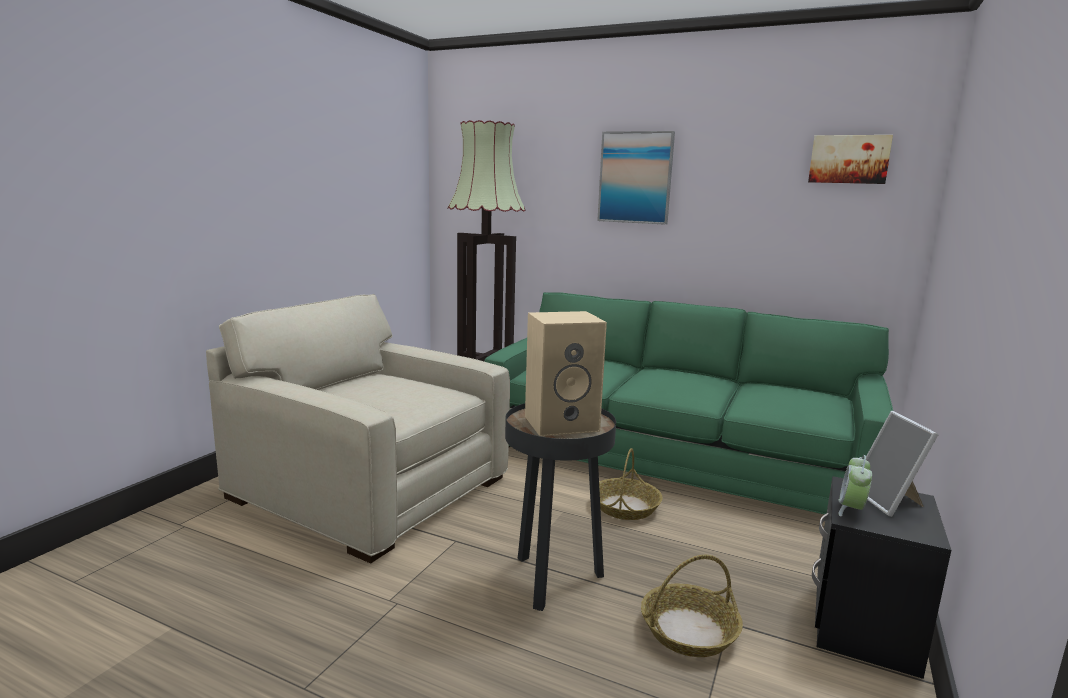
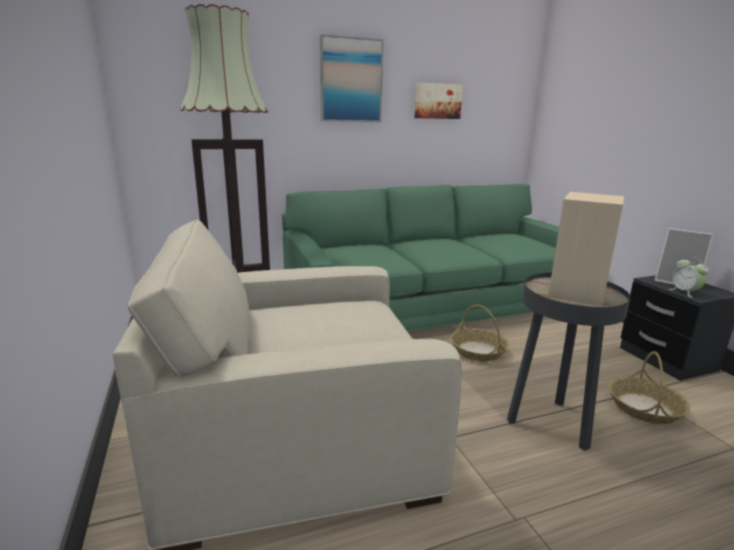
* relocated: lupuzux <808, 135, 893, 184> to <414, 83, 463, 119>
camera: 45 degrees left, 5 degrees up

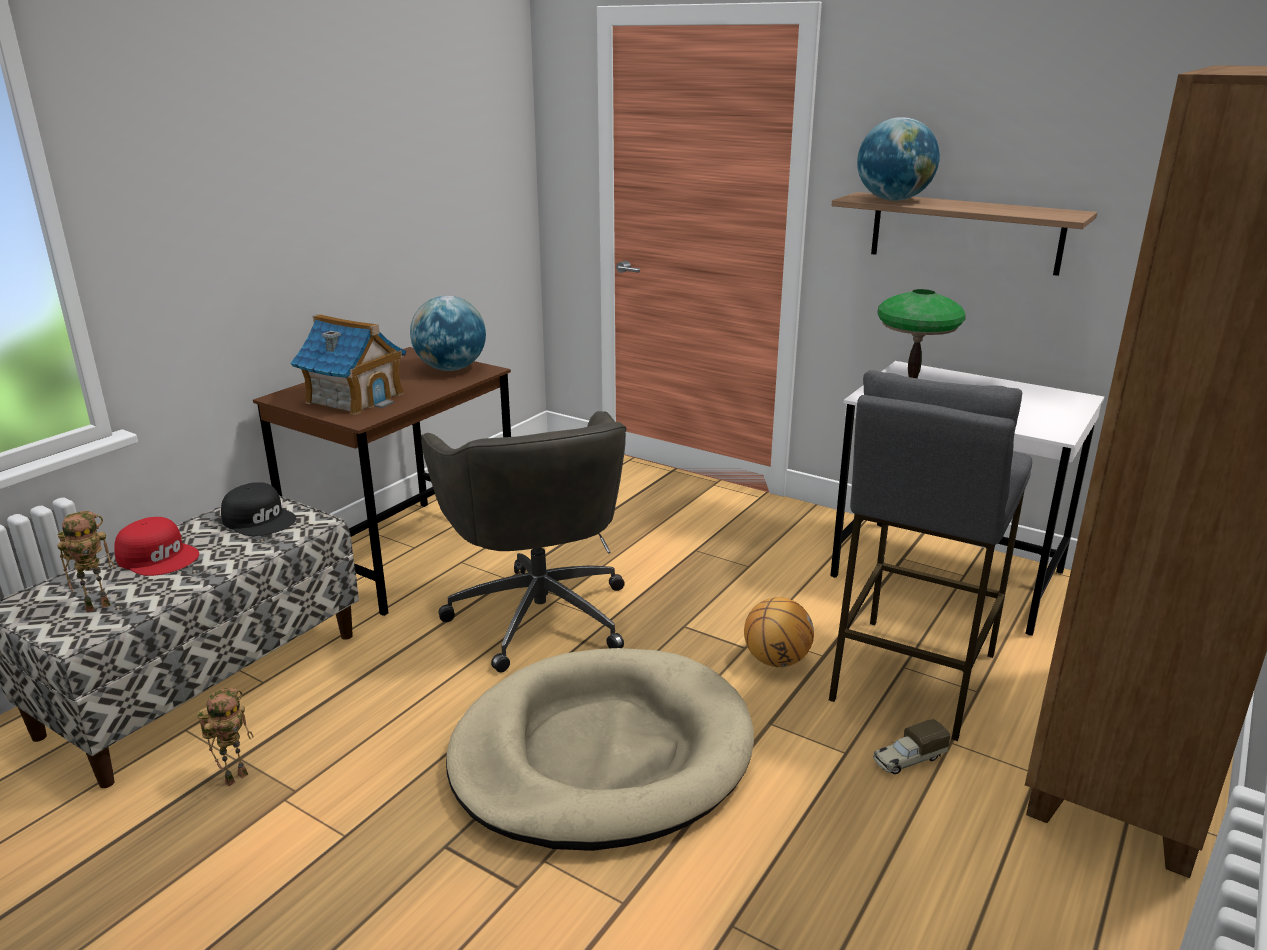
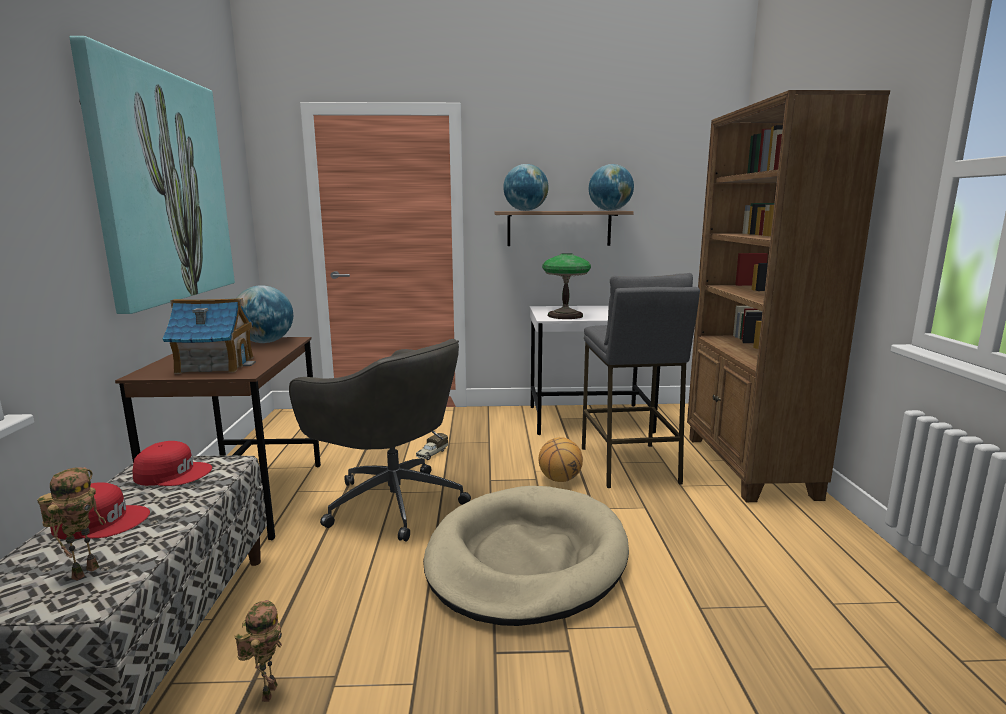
* appeared: lupuzux <69, 36, 235, 314>
* colour: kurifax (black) <221, 482, 296, 536> to kurifax (red) <133, 441, 212, 486>
* relocated: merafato <873, 719, 950, 774> to <416, 433, 448, 460>
* appeared: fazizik <589, 164, 634, 211>
camera: 35 degrees left, 10 degrees down

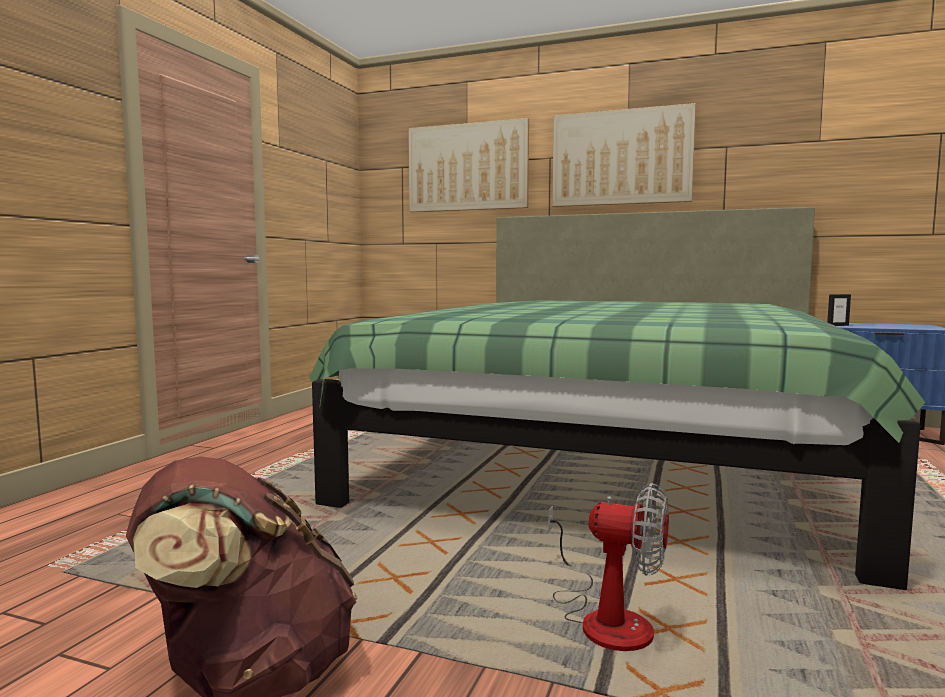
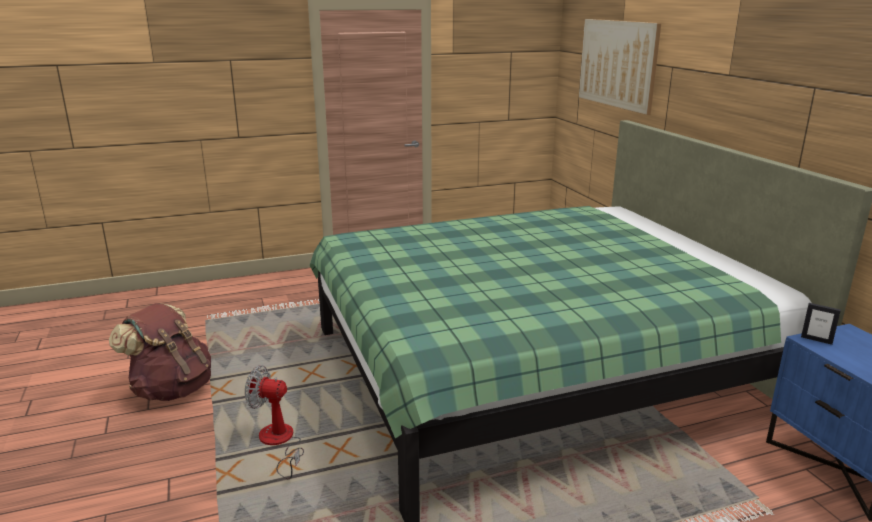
* spun: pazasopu <548, 483, 669, 651> = <245, 365, 304, 479> 120 degrees clockwise
* missing: lupuzux <552, 103, 696, 207>
camera: 50 degrees right, 15 degrees up

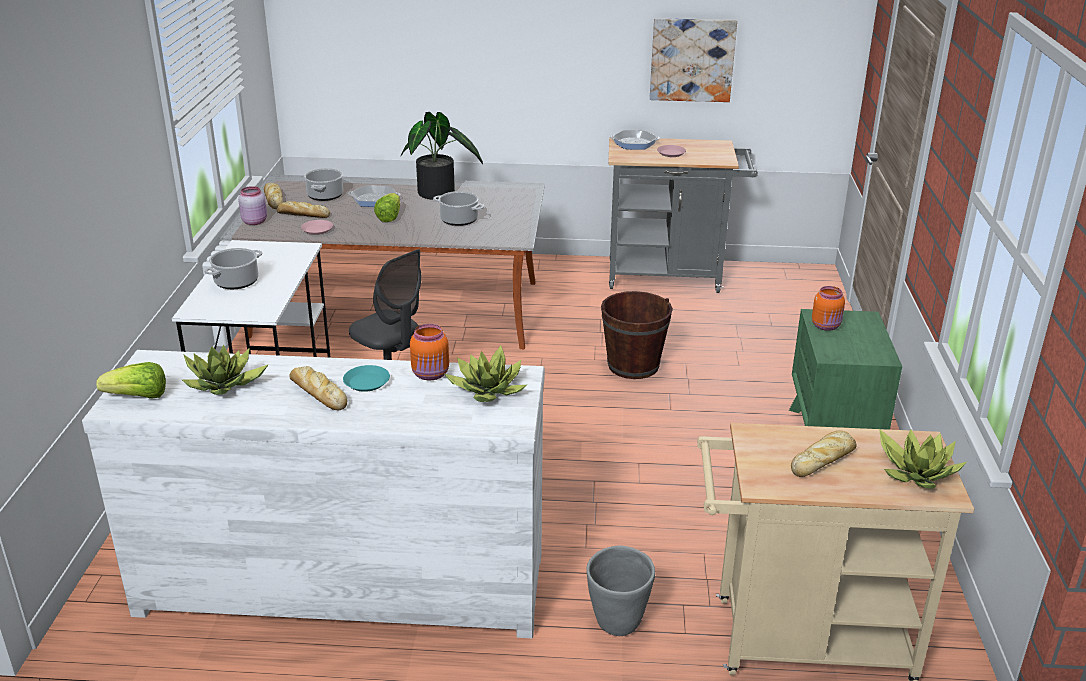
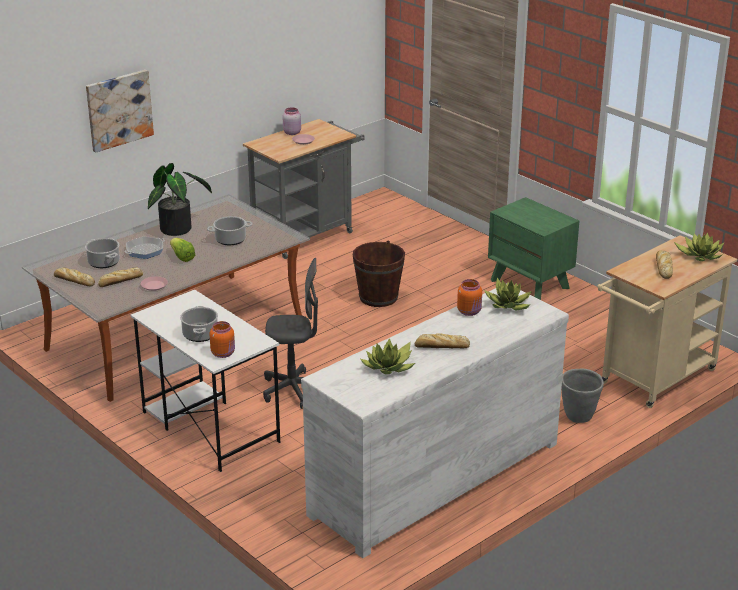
* relocated: lupuzux <650, 18, 737, 102> to <86, 70, 154, 153>
* relocated: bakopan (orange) <812, 286, 845, 331> to <209, 321, 235, 358>
* relocated: bakopan (pink) <238, 186, 267, 225> to <283, 107, 301, 135>
* missing: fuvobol <96, 362, 166, 399>
* missing: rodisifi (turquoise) <343, 365, 390, 392>
* missing: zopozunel <610, 130, 660, 150>
camera: 45 degrees left, 0 degrees up

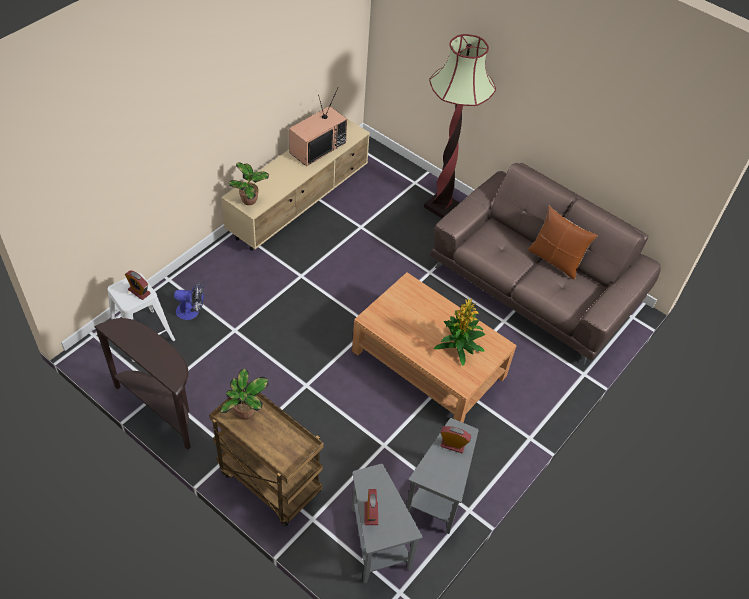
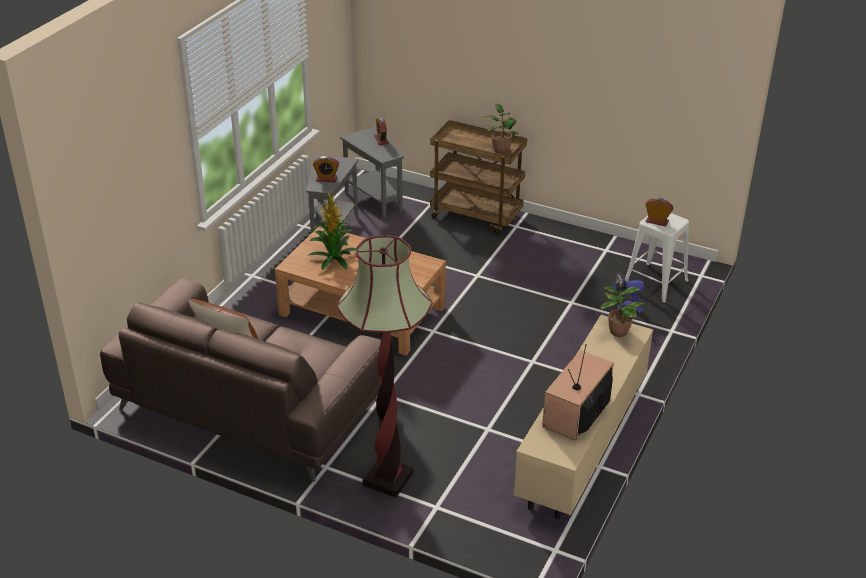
* missing: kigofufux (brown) <94, 318, 191, 450>
camera: 170 degrees right, 15 degrees down

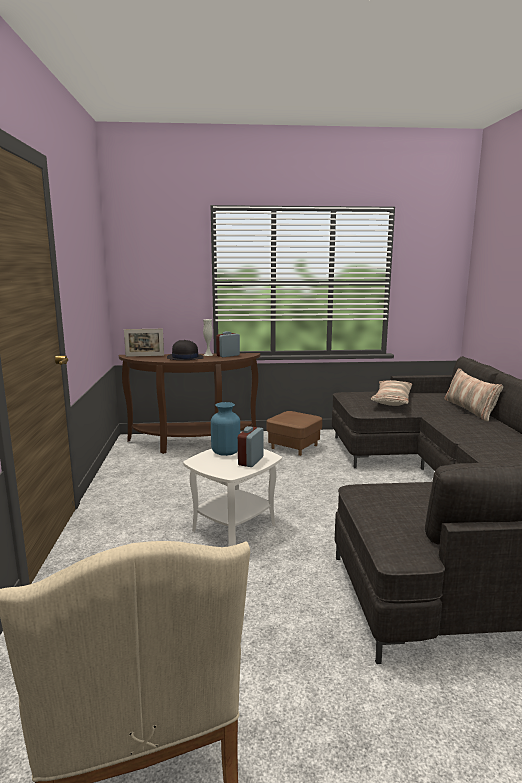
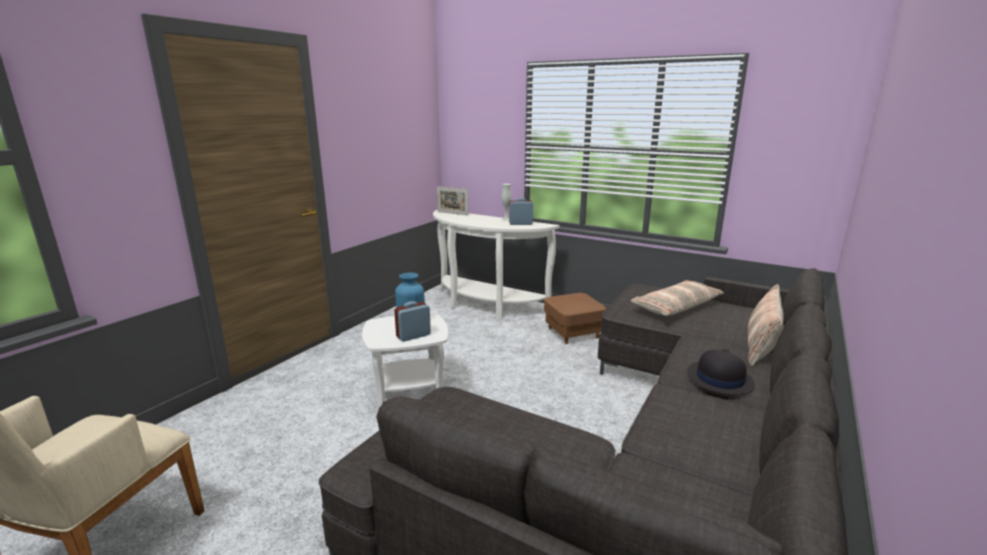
* colour: kigofufux (brown) <119, 353, 260, 454> to kigofufux (white) <433, 210, 560, 319>
* relocated: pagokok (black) <167, 340, 204, 360> to <687, 349, 755, 395>
camera: 35 degrees right, 5 degrees up

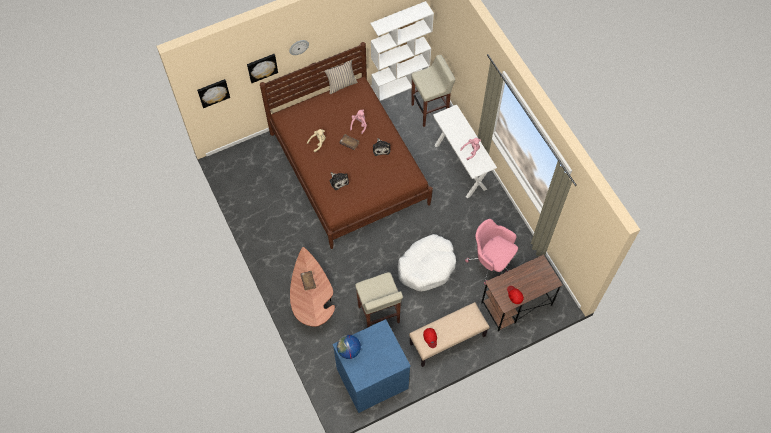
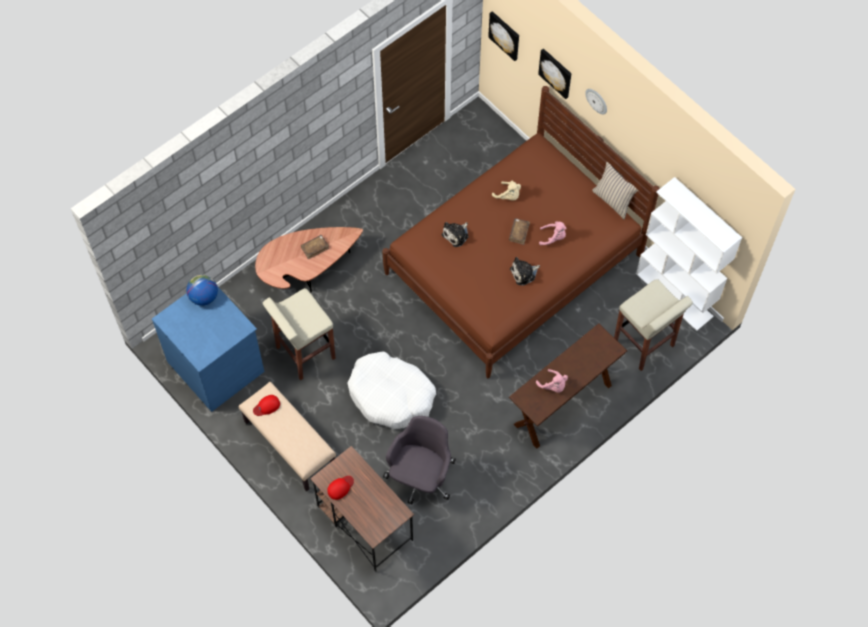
* colour: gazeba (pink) <465, 219, 518, 285> to gazeba (grey) <383, 416, 456, 504>
* colour: kigofufux (white) <433, 105, 497, 198> to kigofufux (brown) <509, 323, 627, 448>
camera: 75 degrees right, 0 degrees up

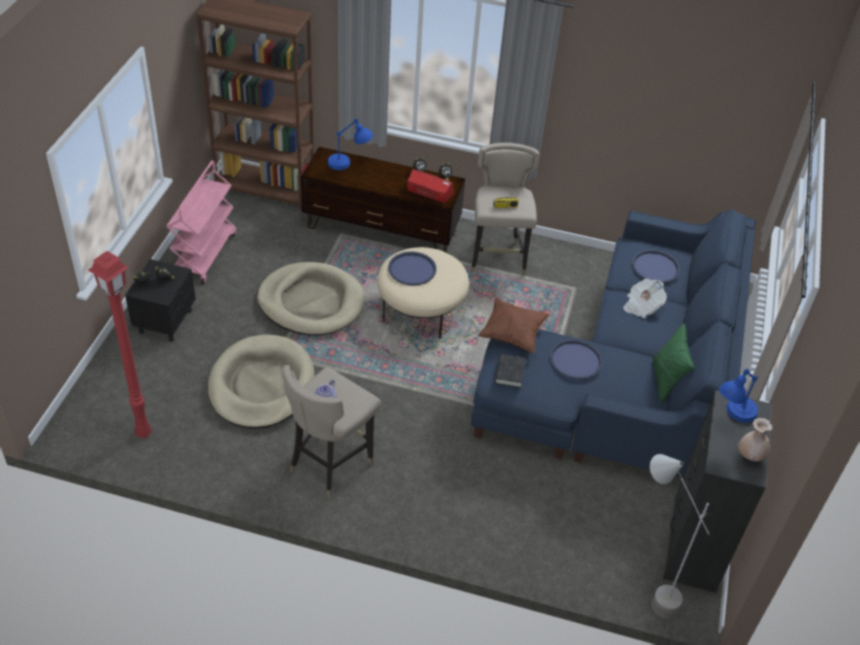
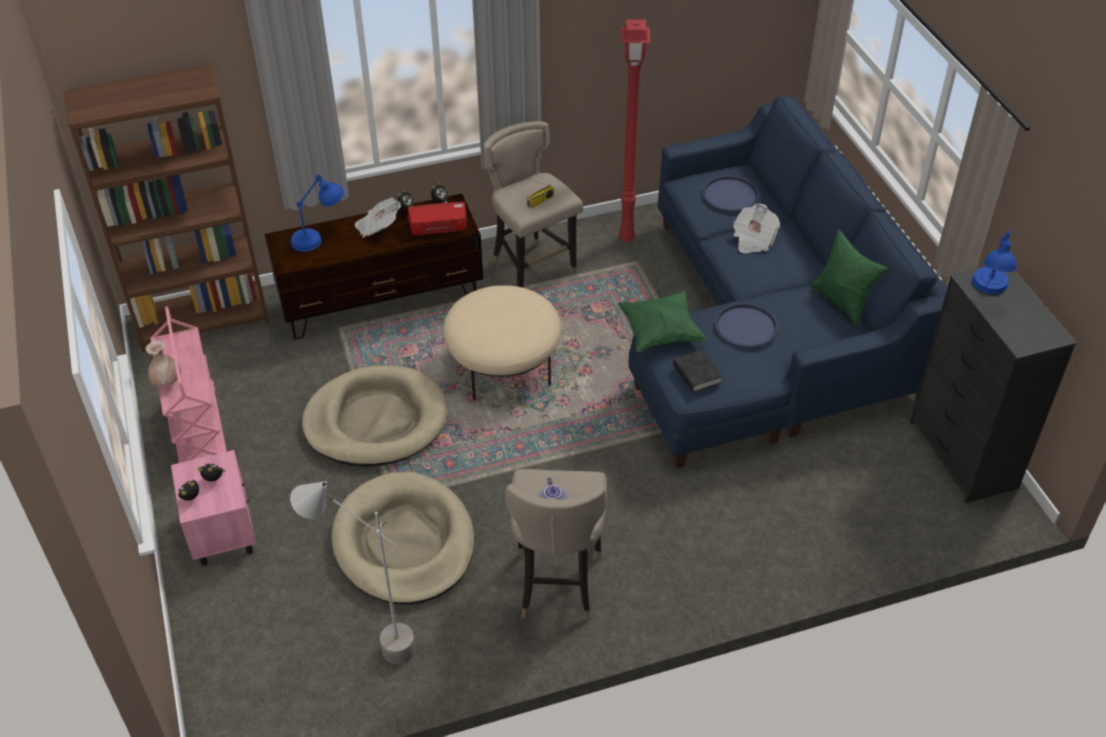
* relocated: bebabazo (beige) <738, 418, 772, 461> to <145, 340, 181, 386>
* colour: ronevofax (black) <125, 259, 196, 342> to ronevofax (pink) <171, 450, 256, 566>
* relocated: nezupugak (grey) <650, 454, 712, 618> to <290, 481, 416, 664>
* appeared: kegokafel <355, 198, 401, 238>
* colour: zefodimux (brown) <478, 298, 550, 353> to zefodimux (green) <617, 292, 708, 352>
* relocated: nezupugak (red) <88, 251, 152, 438> to <618, 19, 650, 243>
* missing: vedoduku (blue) <388, 251, 436, 286>
camera: 30 degrees left, 0 degrees up

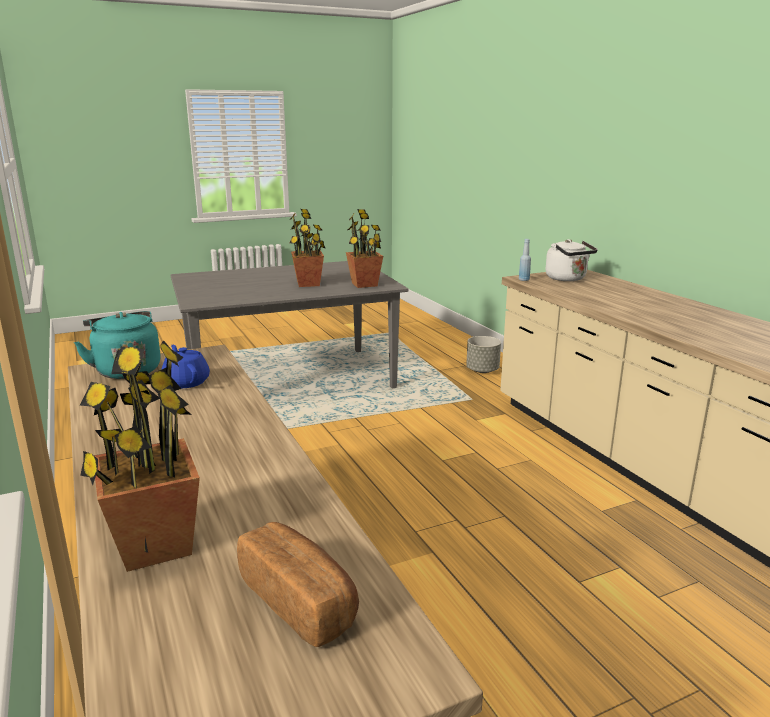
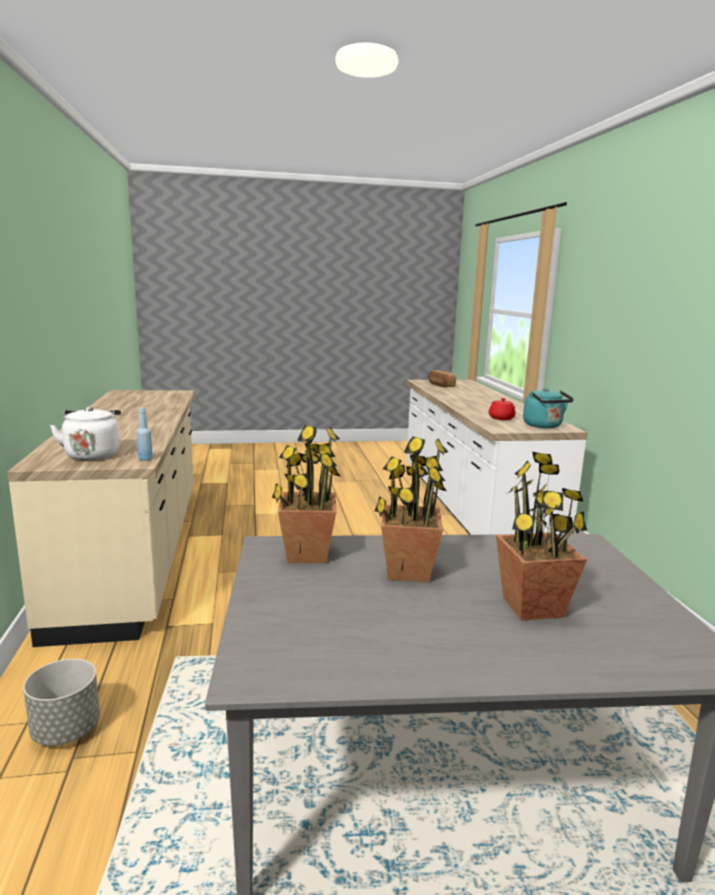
* colour: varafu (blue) <161, 345, 210, 388> to varafu (red) <489, 398, 516, 420>
* relocated: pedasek <80, 340, 200, 572> to <496, 452, 587, 621>
camera: 165 degrees left, 5 degrees down

